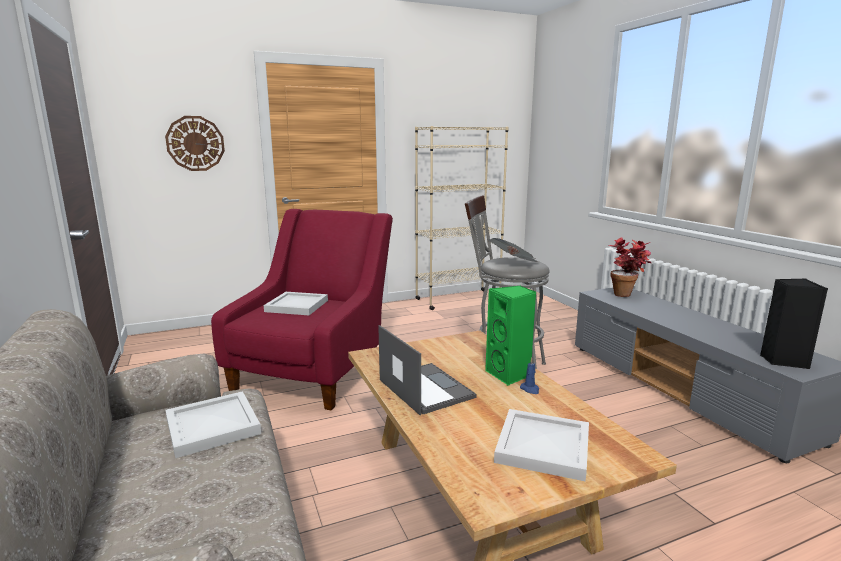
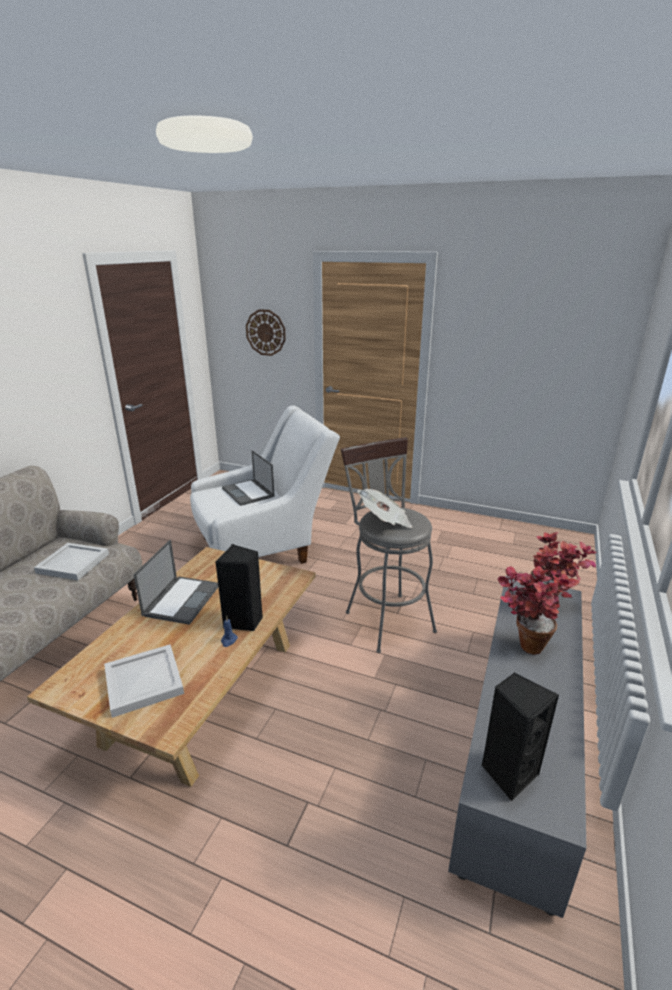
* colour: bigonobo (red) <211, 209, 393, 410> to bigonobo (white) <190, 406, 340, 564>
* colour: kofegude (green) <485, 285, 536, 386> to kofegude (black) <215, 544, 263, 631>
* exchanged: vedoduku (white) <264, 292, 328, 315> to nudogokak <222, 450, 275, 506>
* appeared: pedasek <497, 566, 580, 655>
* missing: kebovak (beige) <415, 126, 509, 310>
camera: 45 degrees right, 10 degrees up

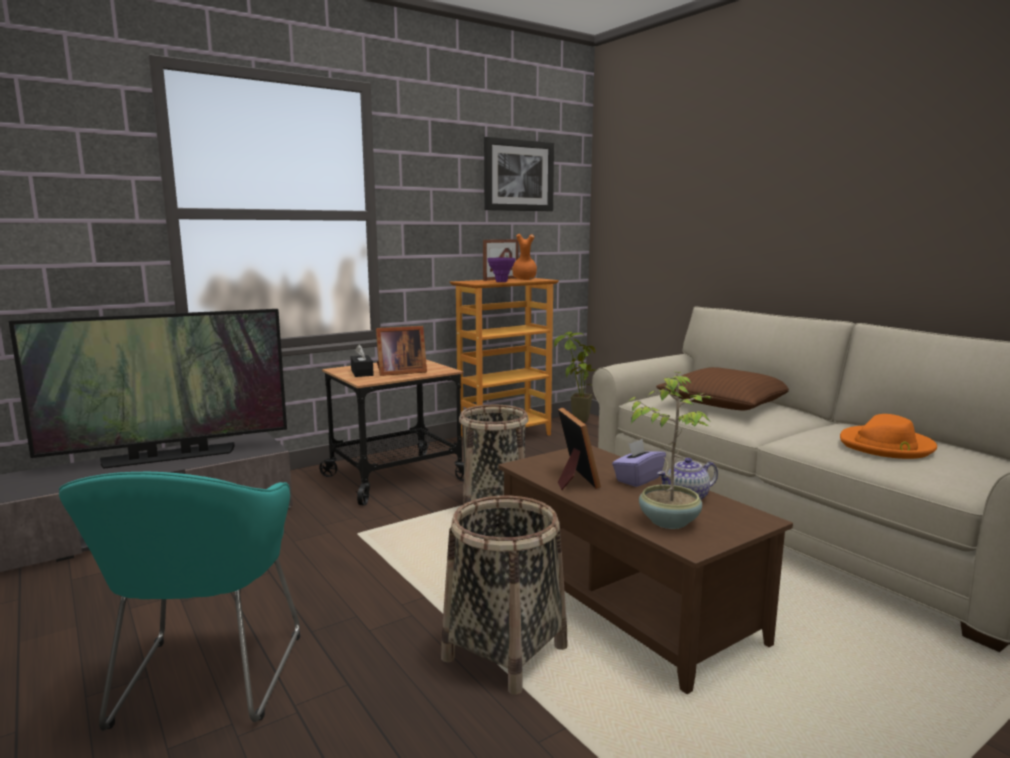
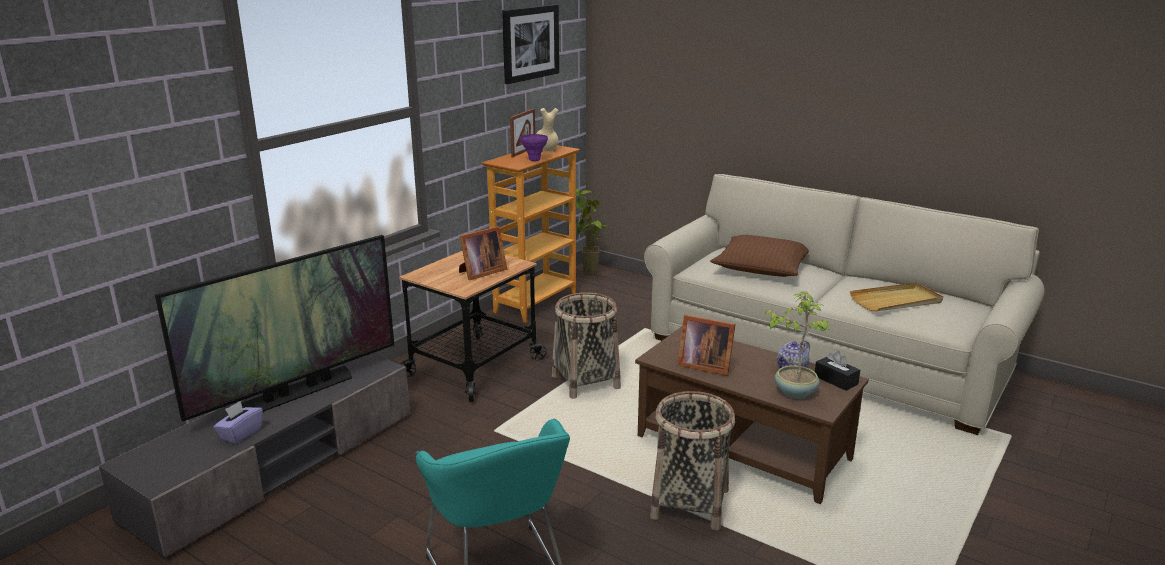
* relocated: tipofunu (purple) <612, 439, 666, 487> to <213, 401, 263, 444>
* colour: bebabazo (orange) <512, 234, 537, 280> to bebabazo (beige) <536, 108, 558, 152>
* spun: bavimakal <558, 408, 601, 490> = <677, 315, 736, 376> 150 degrees clockwise
* relocated: tipofunu (black) <351, 344, 374, 377> to <815, 351, 860, 391>
* exchanged: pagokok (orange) <840, 414, 937, 459> to vedoduku (beige) <850, 283, 943, 311>
camera: 20 degrees left, 10 degrees up

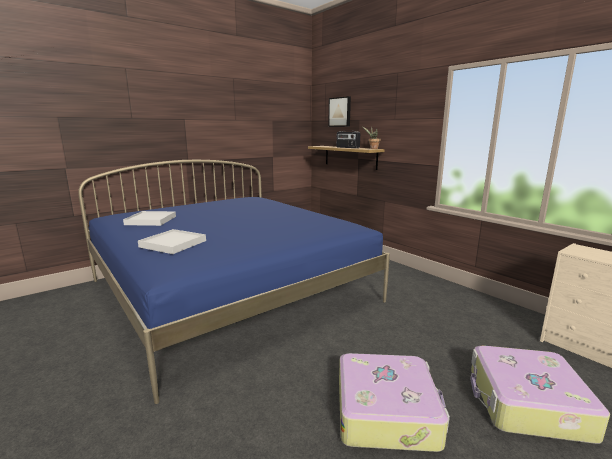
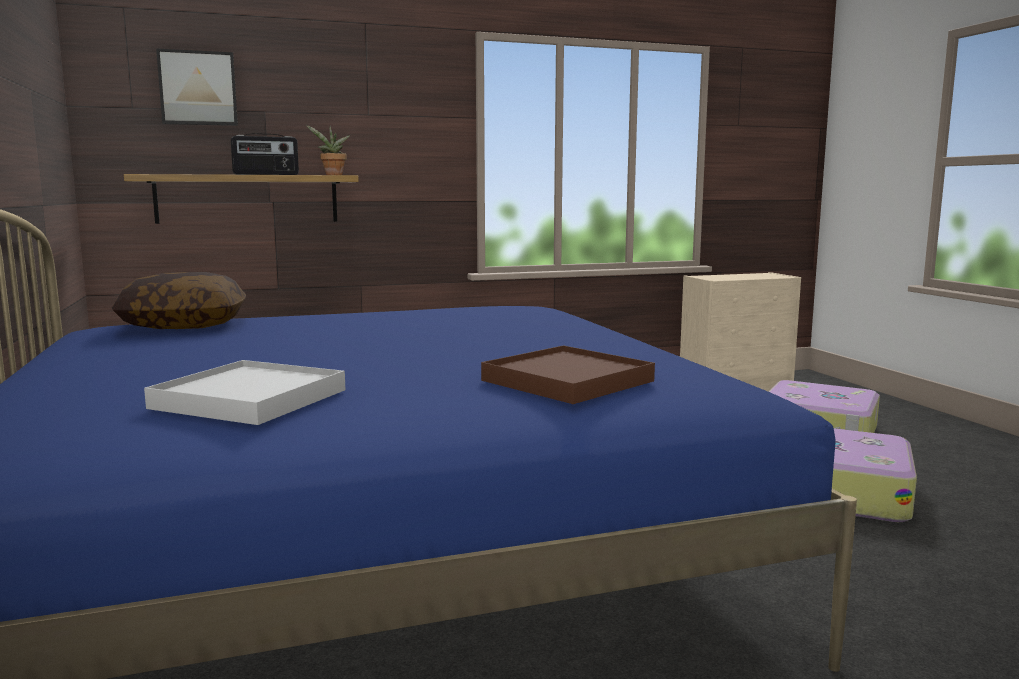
* appeared: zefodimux <112, 272, 246, 329>
* colour: vedoduku (white) <138, 229, 206, 254> to vedoduku (brown) <481, 345, 655, 404>
camera: 70 degrees left, 5 degrees down

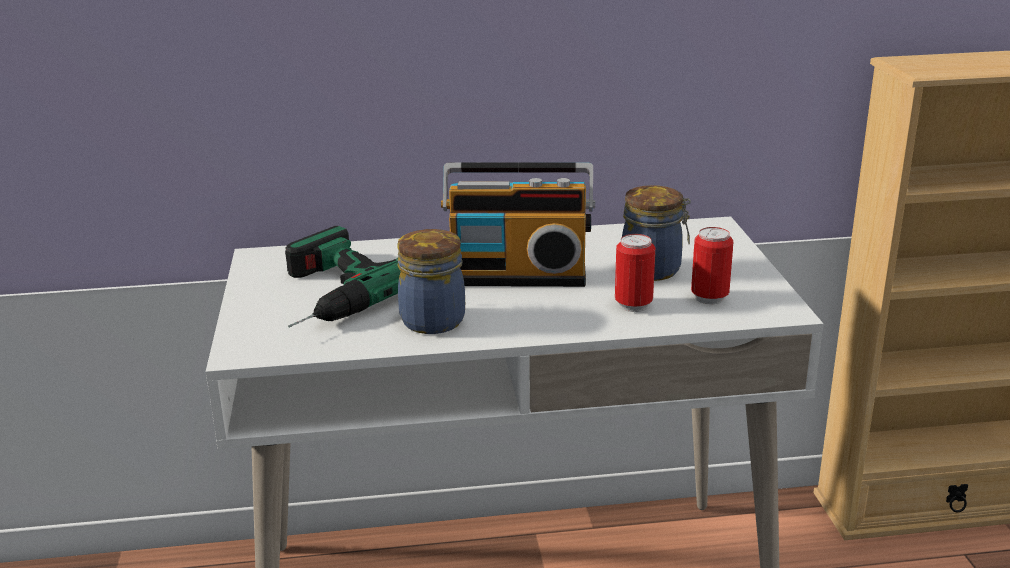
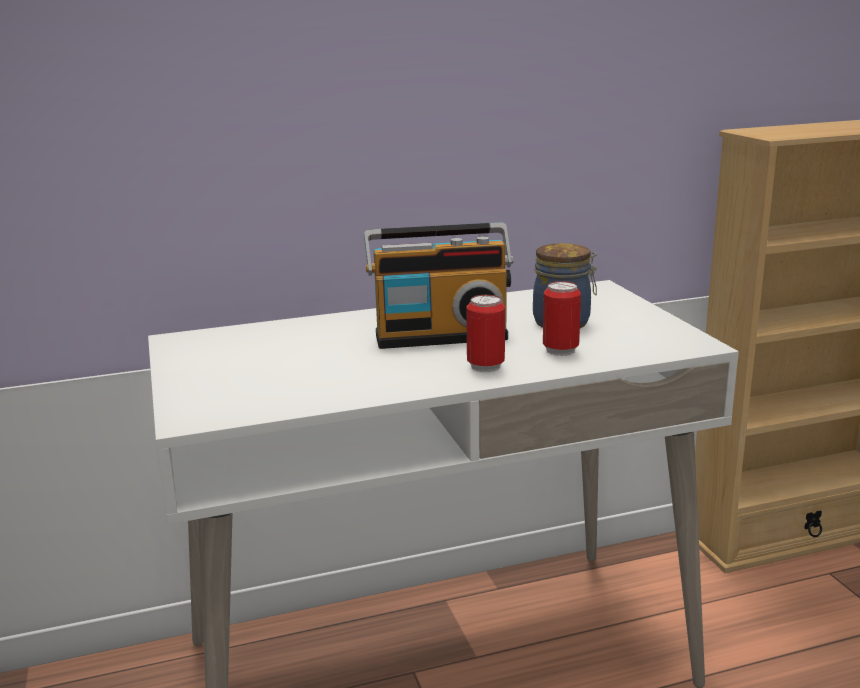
* relocated: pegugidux <691, 227, 733, 304> to <466, 295, 505, 372>
* missing: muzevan <285, 226, 401, 328>
* missing: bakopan <397, 229, 465, 334>
camera: 10 degrees left, 5 degrees down

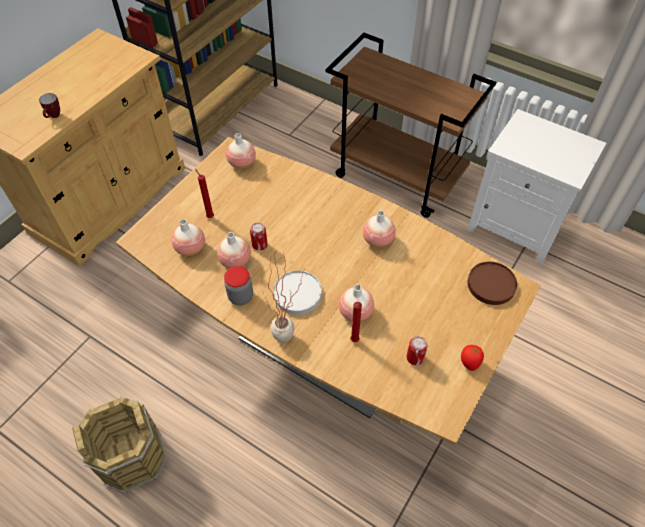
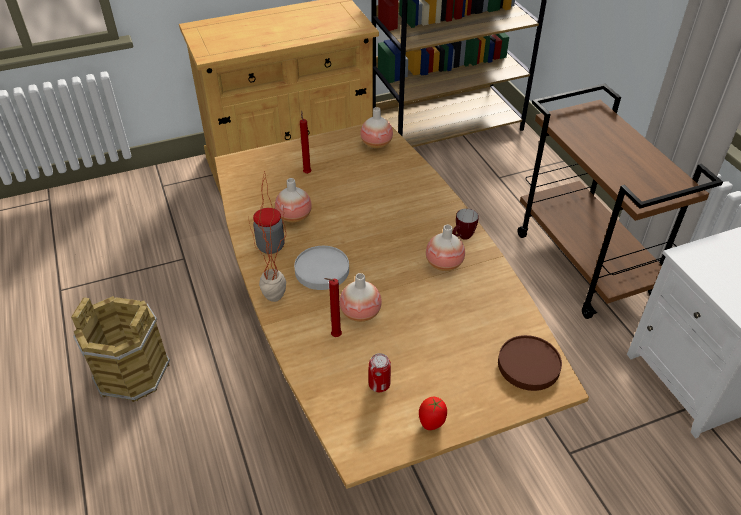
* relocated: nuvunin <39, 93, 60, 118> to <452, 208, 479, 240>
* missing: bebabazo <171, 219, 205, 256>
* missing: pegugidux <250, 223, 268, 251>
camera: 35 degrees right, 10 degrees down

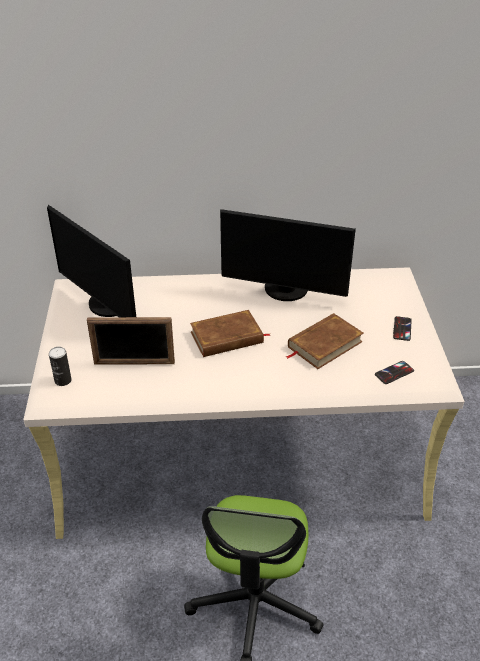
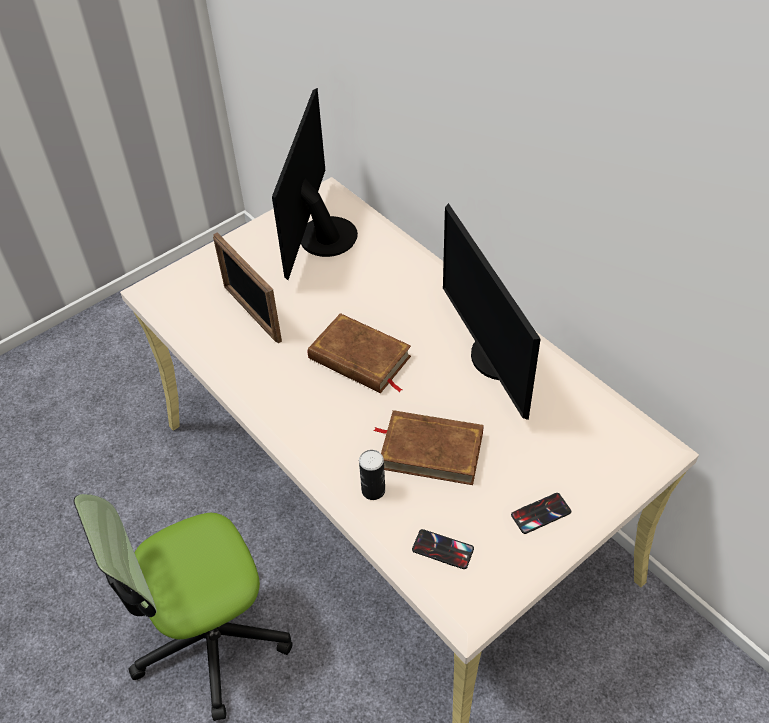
* relocated: pegugidux <49, 347, 72, 386> to <359, 450, 385, 500>
camera: 55 degrees right, 10 degrees up

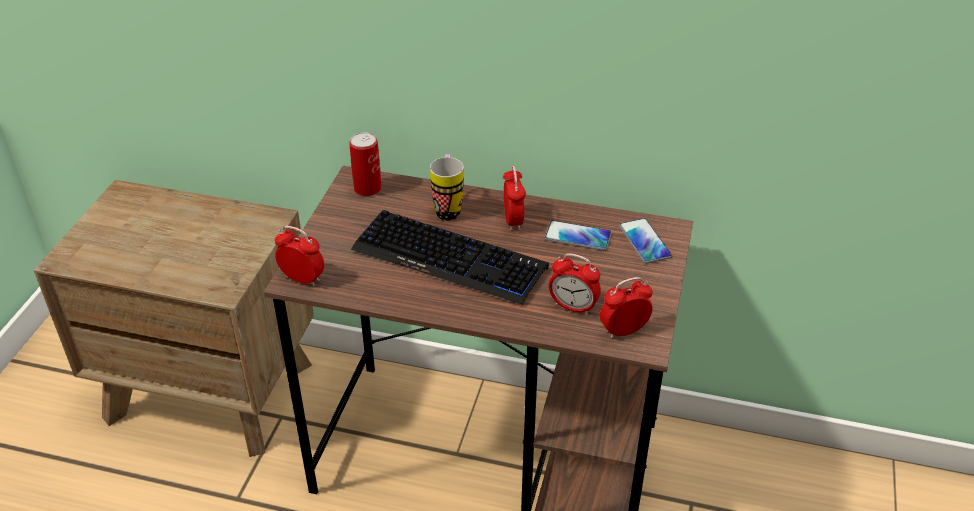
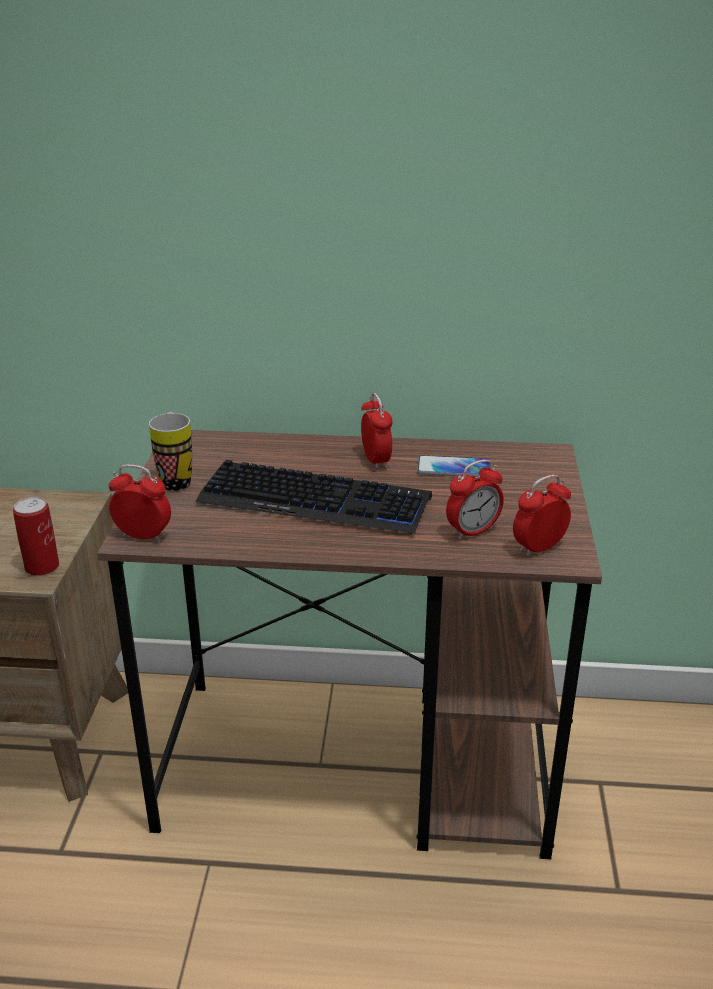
* relocated: pegugidux <349, 132, 382, 196> to <13, 497, 59, 576>
* relocated: nuvunin <430, 154, 464, 221> to <149, 412, 192, 491>
* spun: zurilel <549, 253, 601, 315> = <446, 459, 504, 540> 45 degrees counterclockwise
* missing: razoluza <619, 218, 672, 264>
camera: 10 degrees left, 10 degrees down

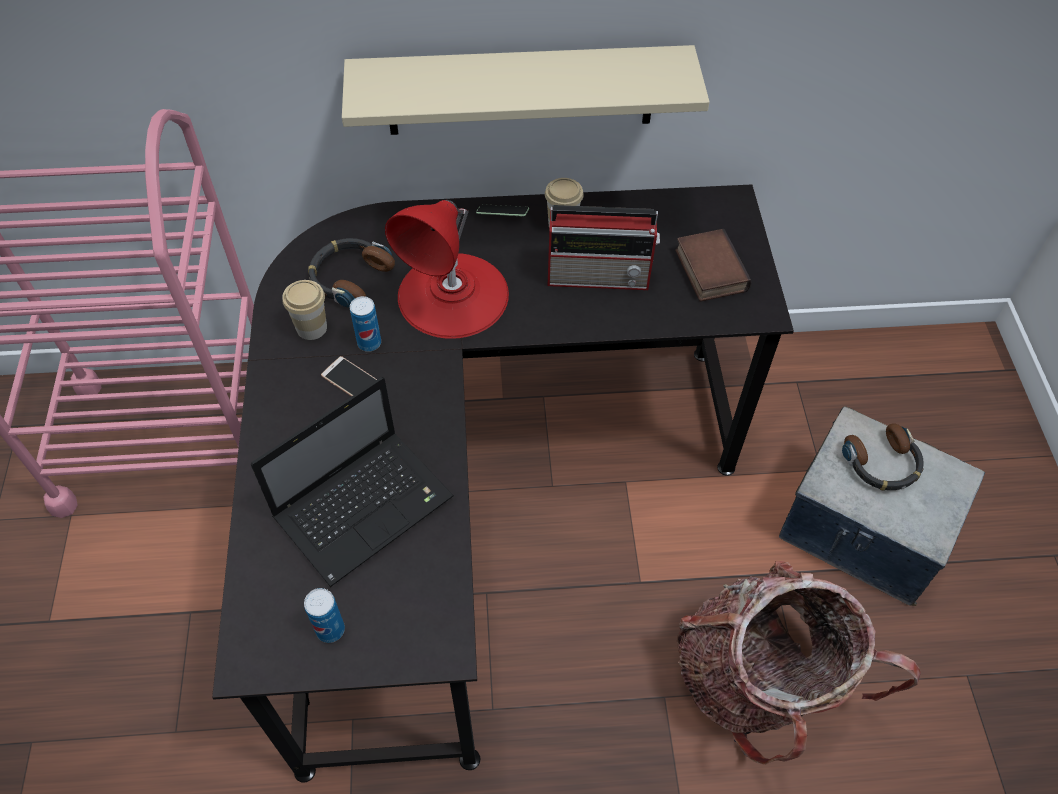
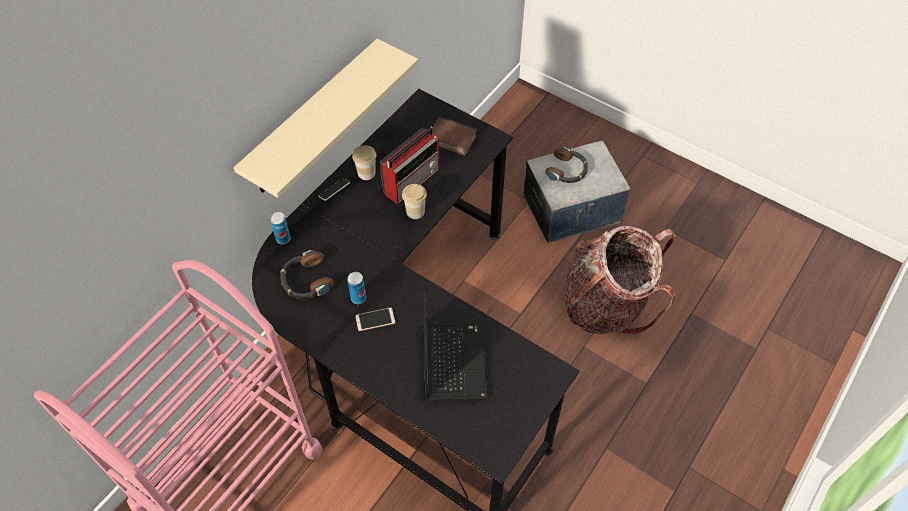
* relocated: pegugidux <304, 588, 345, 643> to <270, 212, 291, 244>
* relocated: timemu <282, 280, 327, 340> to <402, 184, 427, 219>
* missing: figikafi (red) <385, 200, 509, 339>
camera: 50 degrees left, 0 degrees up

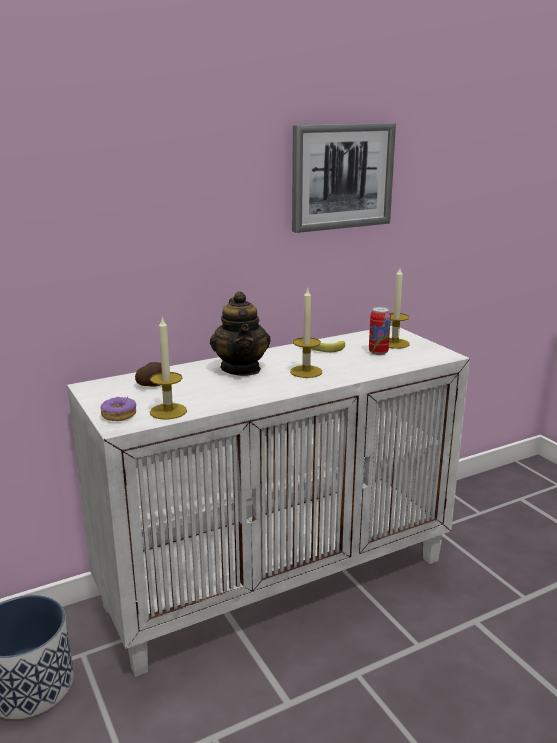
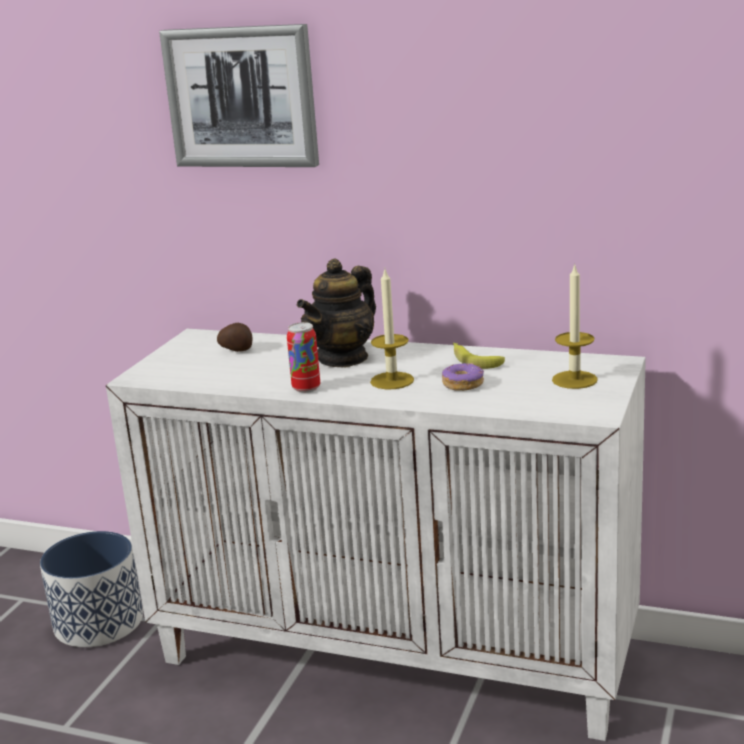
* relocated: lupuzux <292, 123, 396, 233> to <159, 24, 319, 167>
* relocated: pegugidux <369, 307, 391, 355> to <287, 322, 320, 393>
* relocated: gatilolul <101, 396, 136, 421> to <442, 363, 484, 391>
* missing: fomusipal <150, 316, 187, 420>
camera: 50 degrees right, 0 degrees up

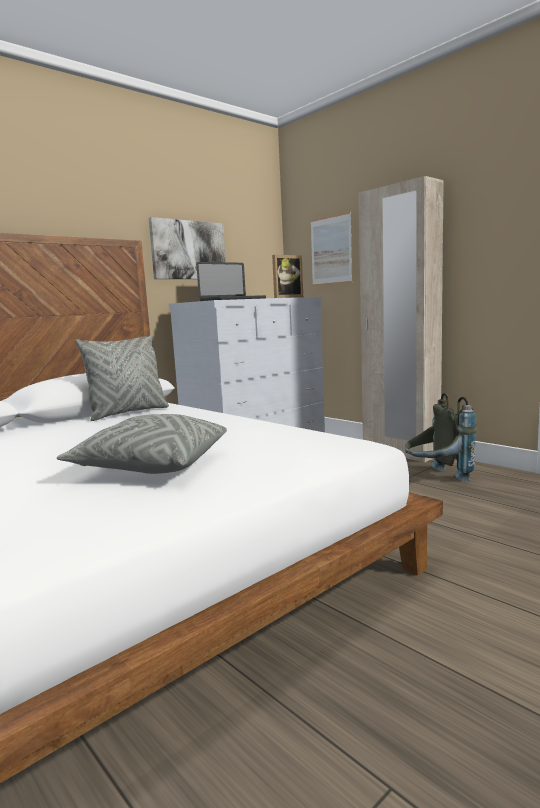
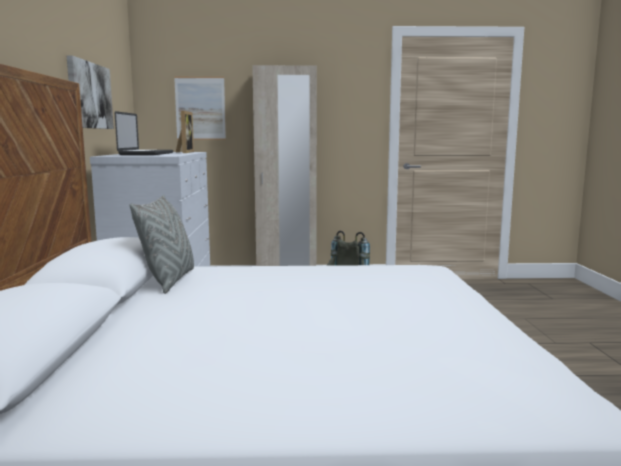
* missing: zefodimux (grey) <57, 414, 227, 474>
camera: 50 degrees left, 0 degrees up

